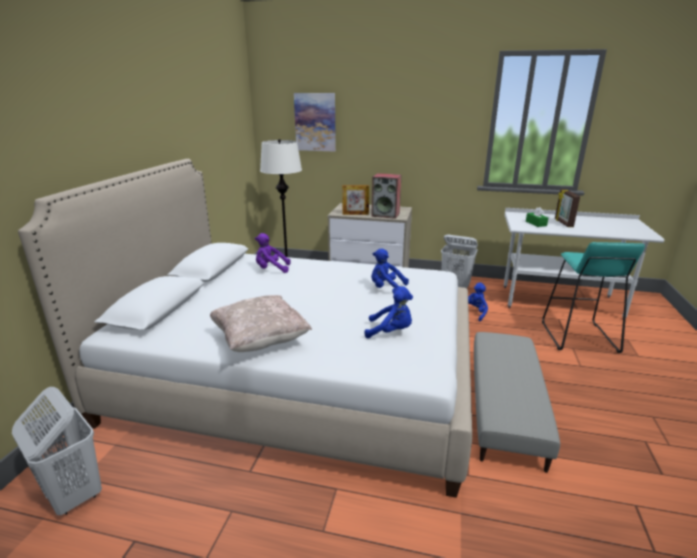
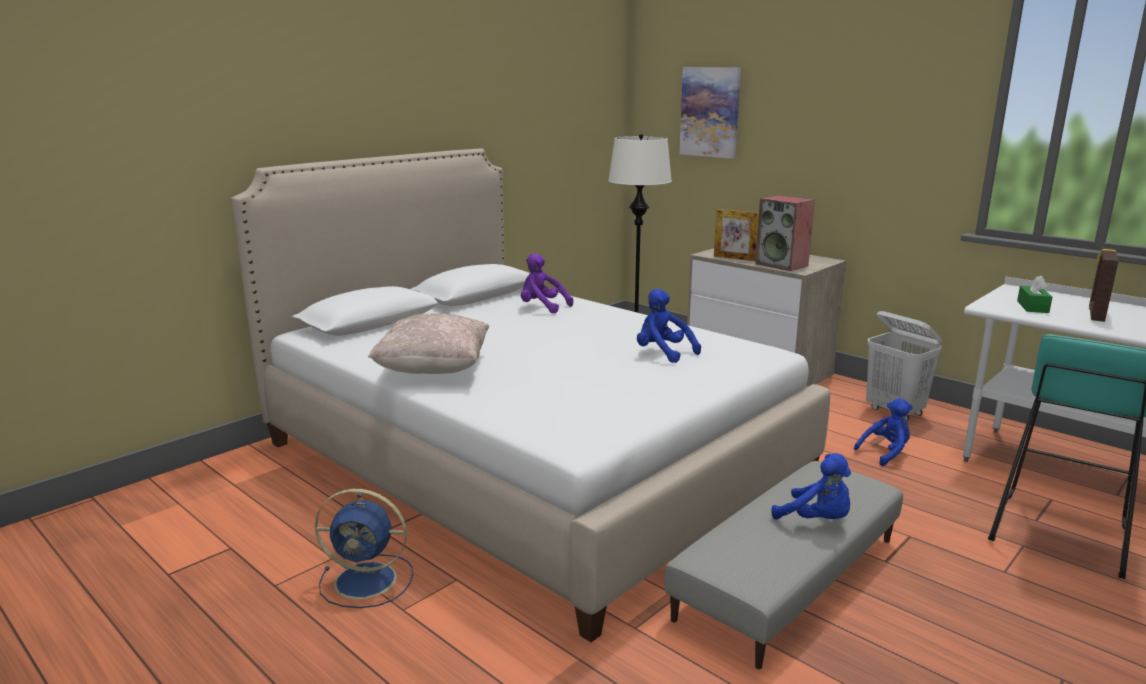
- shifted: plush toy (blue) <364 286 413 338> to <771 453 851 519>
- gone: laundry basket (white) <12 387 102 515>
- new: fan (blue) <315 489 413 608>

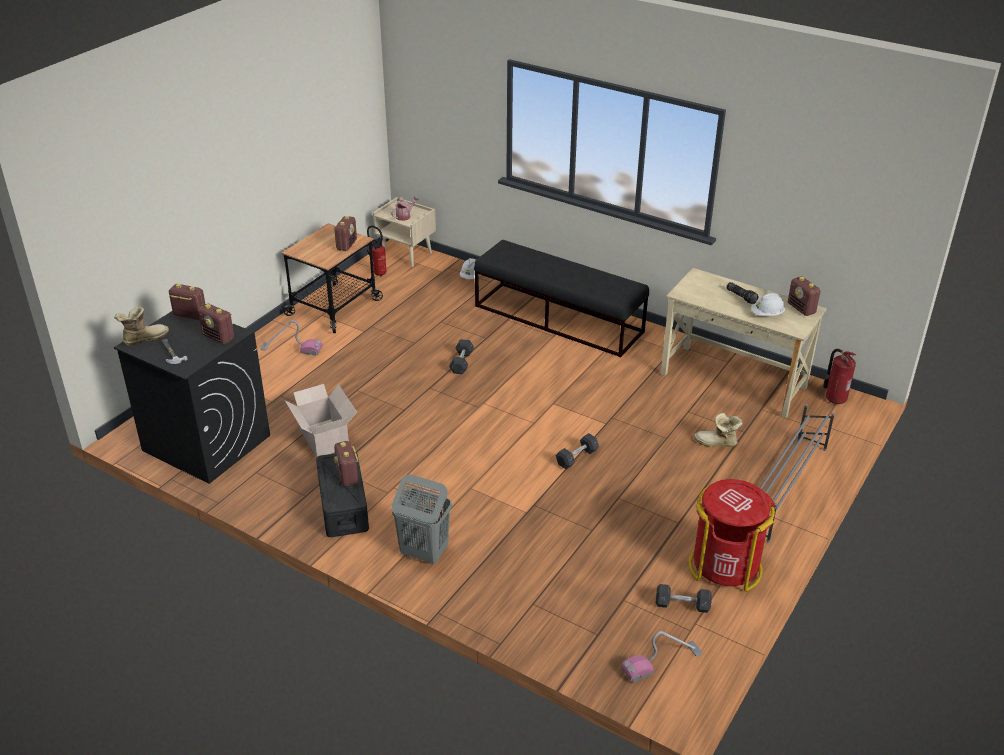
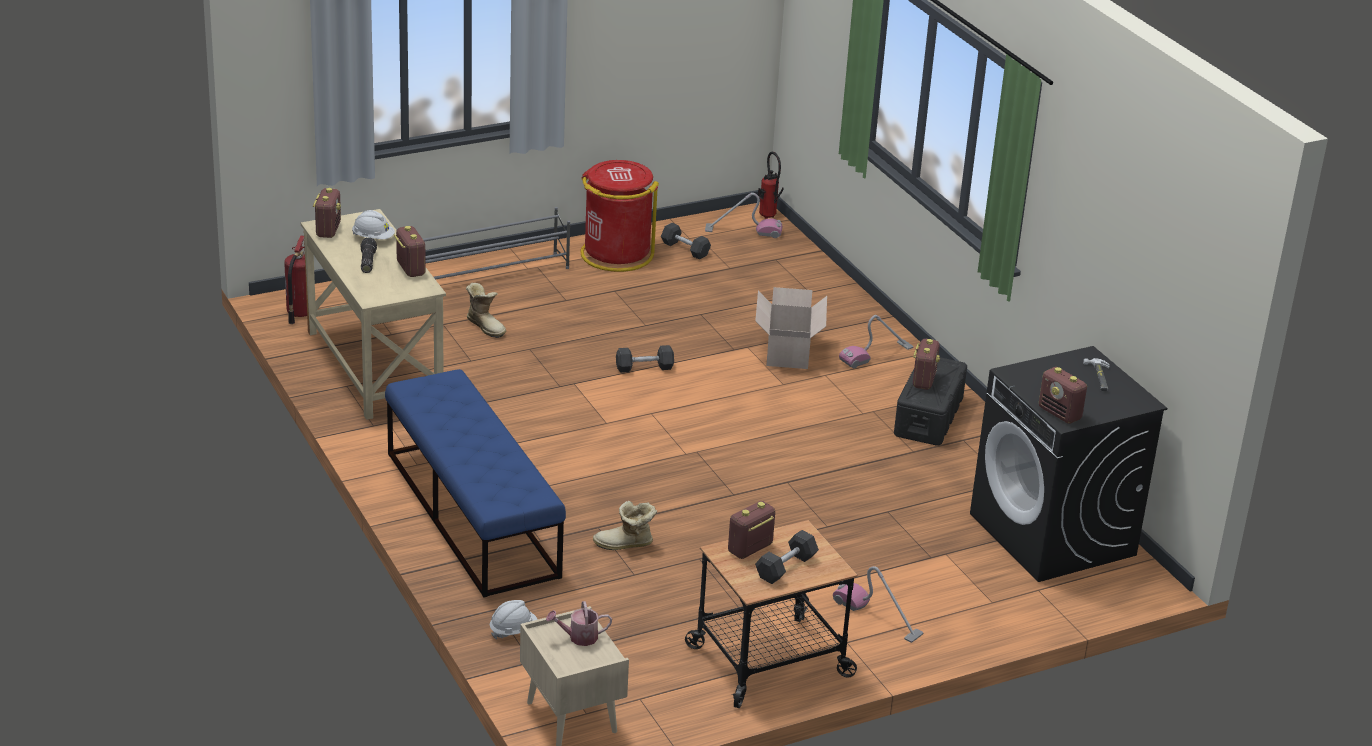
- shifted: fire extinguisher <367 225 386 277> to <758 151 784 219>
- repainted: bench (black) <474 240 649 358> to bench (blue) <385 369 566 598>
- shifted: radio <198 304 234 344> to <394 226 426 277>
- shifted: boot <114 307 169 345> to <593 501 657 550>
- shifted: dumbbell (grey) <449 339 474 374> to <755 530 819 584>
- shifted: cardboard box <285 384 357 457> to <755 287 827 369>
- swapped: laundry basket (grey) <392 475 452 564> to vacuum cleaner <839 315 913 368>

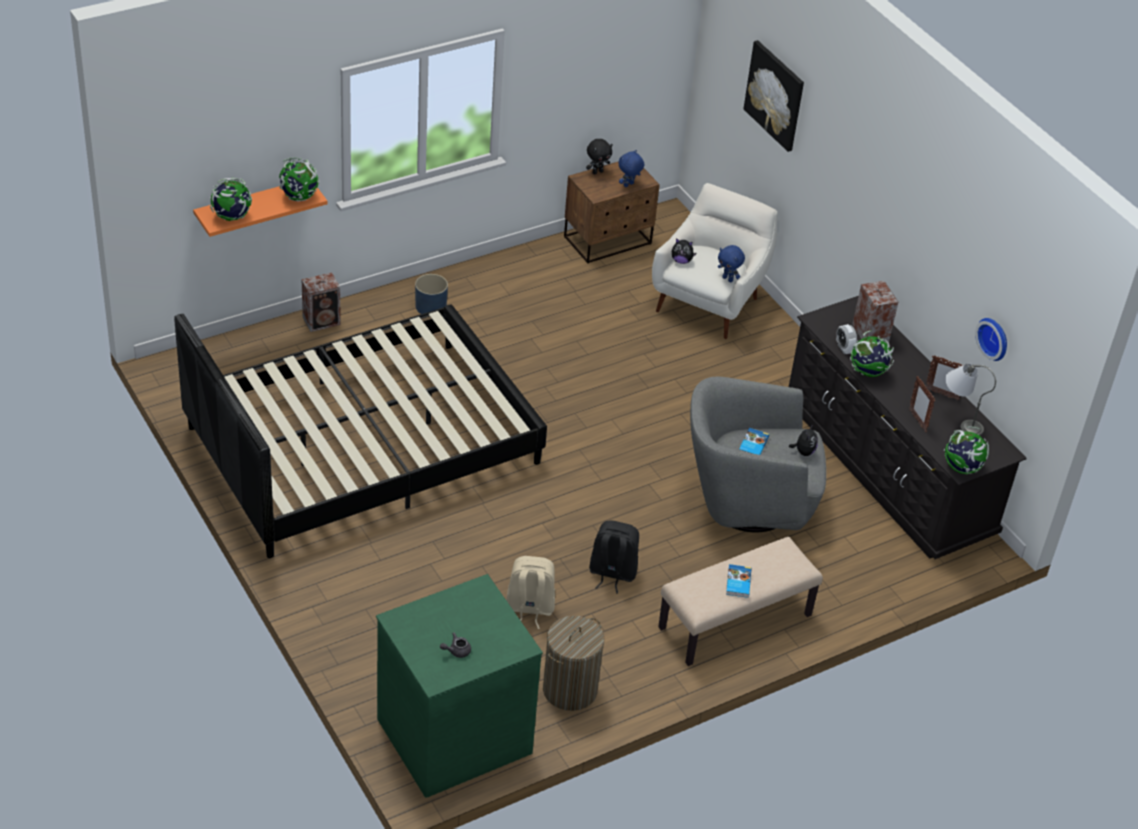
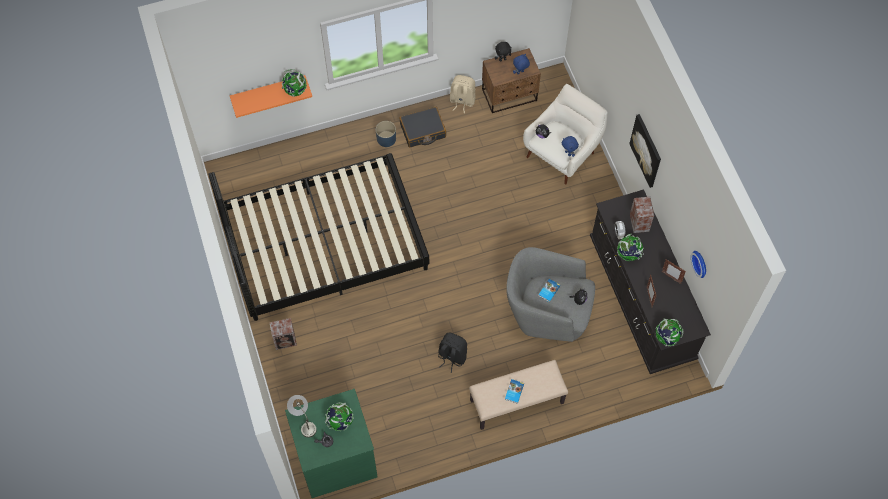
- shifted: picture <744 40 804 152> to <629 114 661 188>
- shifted: globe <210 177 252 221> to <325 402 354 431>
- shifted: speaker <302 272 341 332> to <270 318 297 350>
- shifted: table lamp (grey) <945 364 996 437> to <287 395 317 438>
- shifted: backpack (beige) <506 556 555 629> to <450 75 475 113>
- gone: laundry basket <543 616 604 711>
- new: suitcase (black) <399 107 446 148>

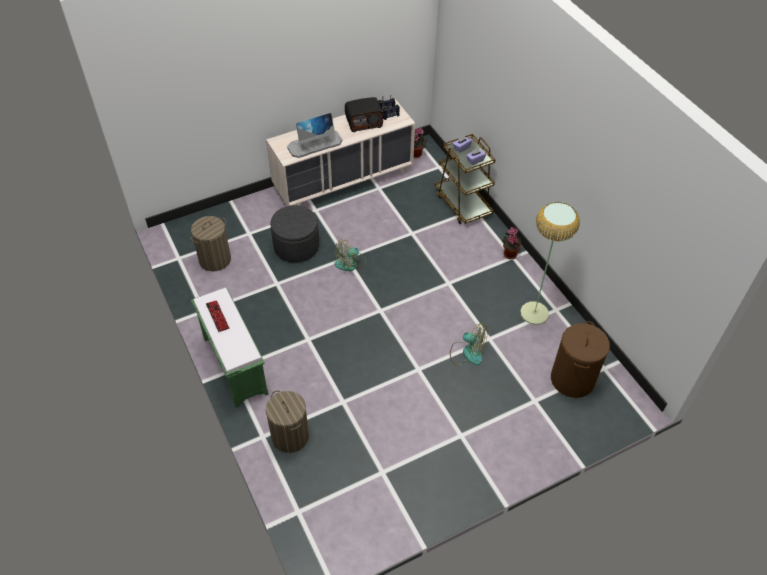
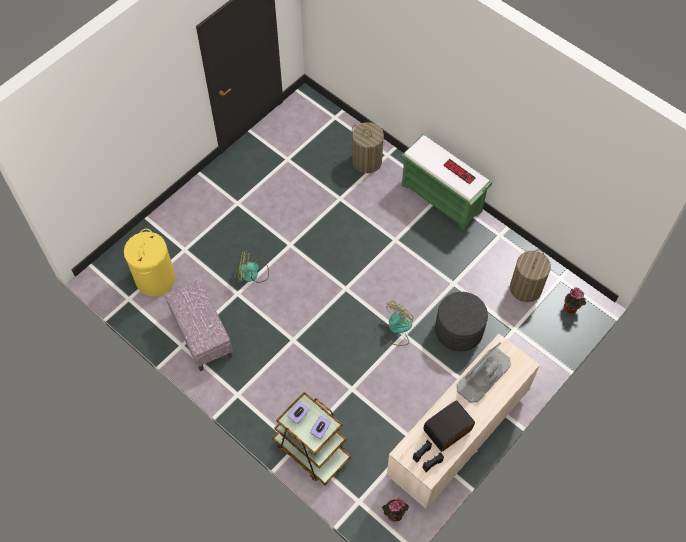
- swapped: floor lamp <520 202 580 325> to ottoman <165 280 233 371>
- shifted: potted plant <502 227 521 259> to <564 287 586 314>
- repainted: laundry basket (brown) <551 321 610 398> to laundry basket (yellow) <124 229 175 296>

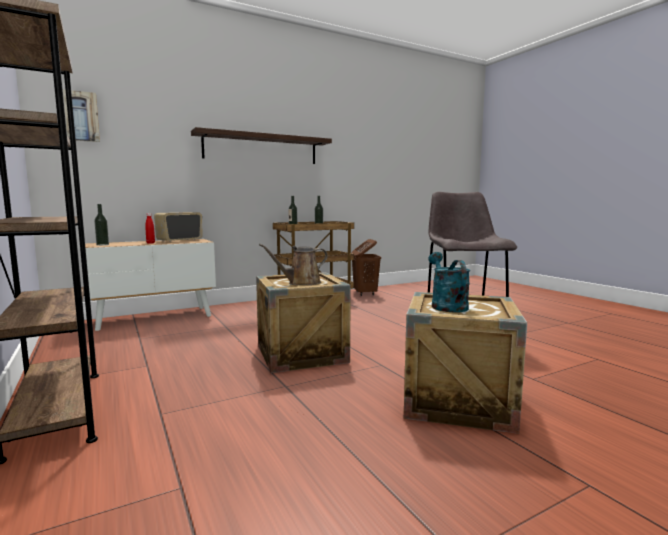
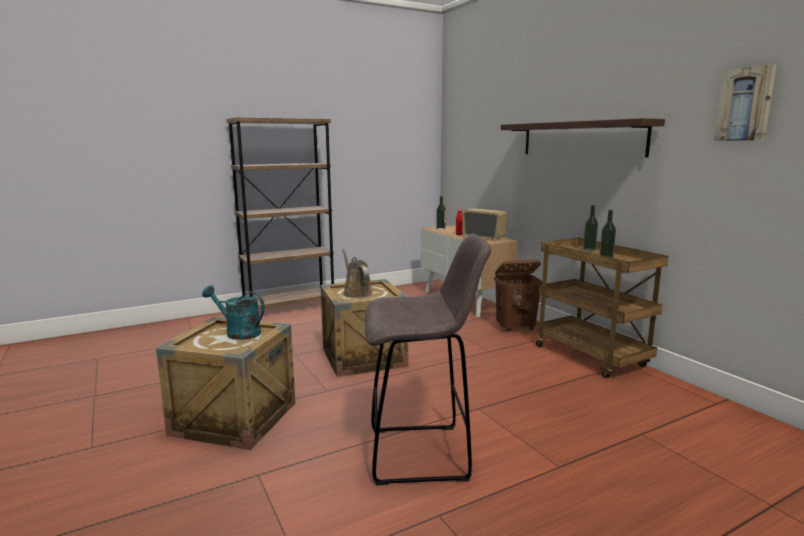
- shifted: picture <63 89 100 142> to <714 65 777 141>
- shifted: laundry basket (brown) <351 239 381 296> to <494 260 542 332>
- rotated: watering can (turquoise) <428 252 470 313> = <202 285 265 340> 150 degrees counterclockwise

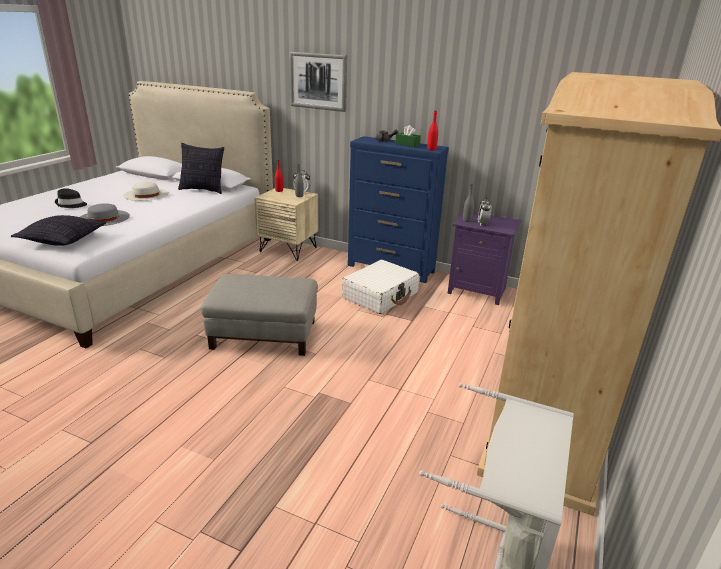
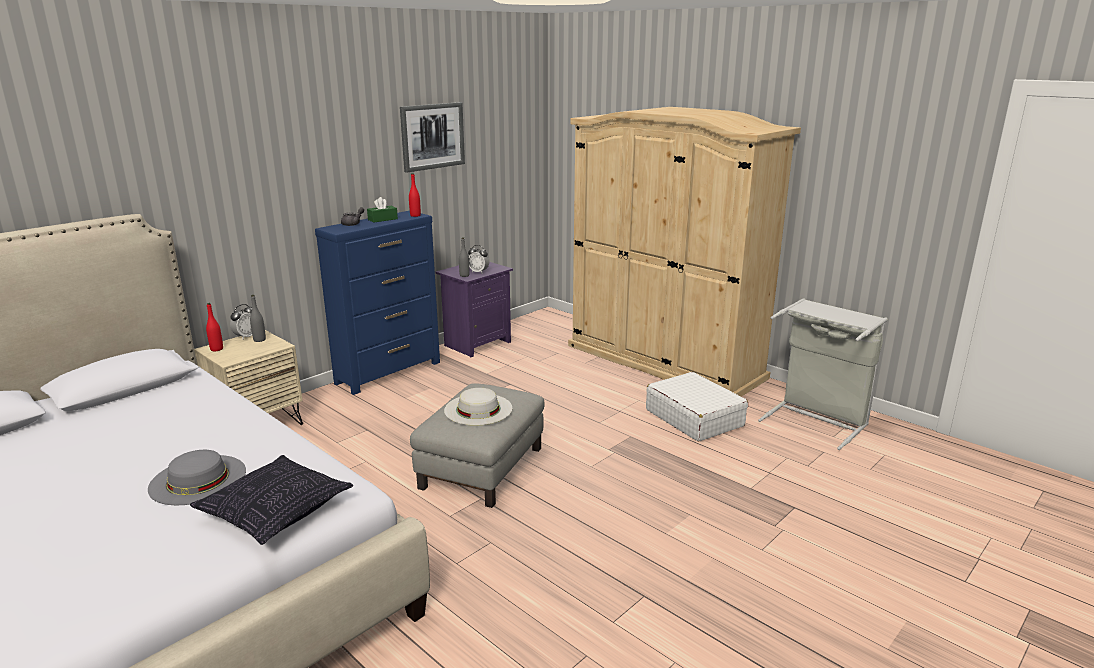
- shifted: picture <289 52 347 112> to <400 102 465 173>
- gone: pillow <178 143 224 194>
- shifted: hat (white) <123 182 169 201> to <444 388 512 426>
- gone: hat (black) <55 188 87 208>
- shifted: suitcase (white) <342 260 419 314> to <646 372 748 441>

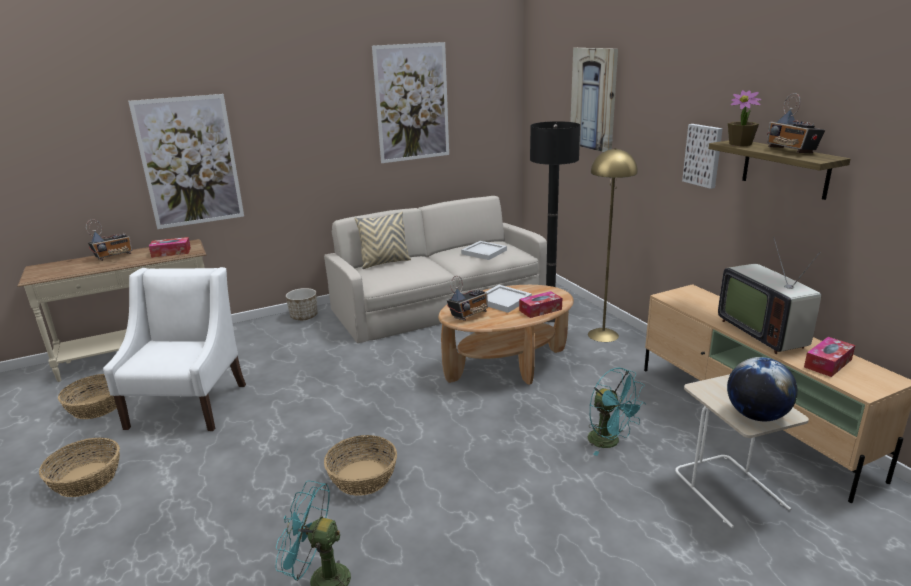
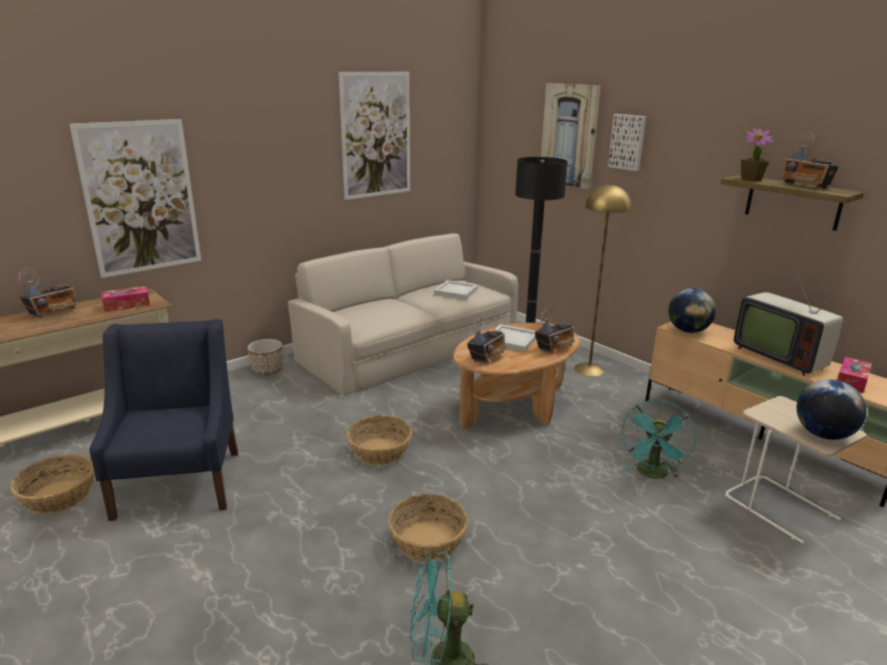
- shifted: picture <682 124 723 189> to <608 114 646 171>
- gone: pillow (beige) <355 211 411 269>
- repainted: armchair (white) <103 267 246 431> to armchair (blue) <89 319 238 521>
- swapped: tissue box <519 291 562 318> to radio <535 307 575 353>
- rotated: fan (turquoise) <588 368 646 456> = <621 400 696 479> 75 degrees clockwise
- shifted: basket <39 438 120 497> to <347 416 412 465>
- new: globe <668 288 716 333>

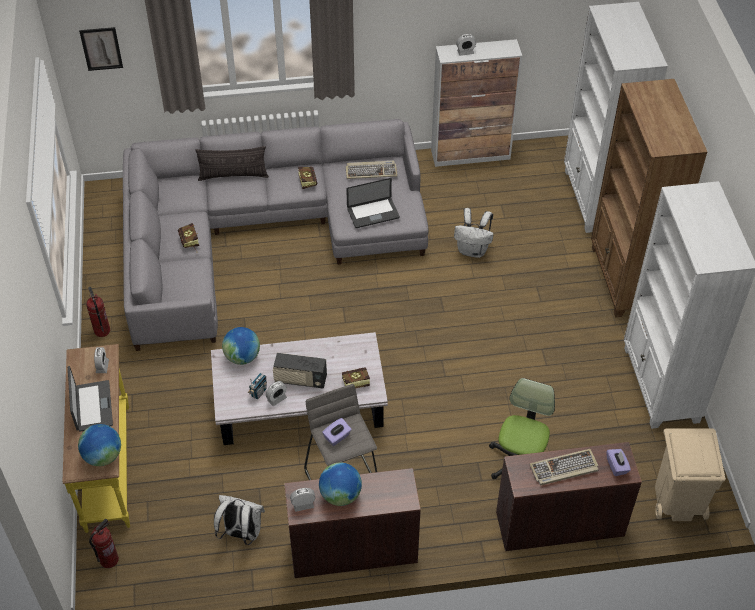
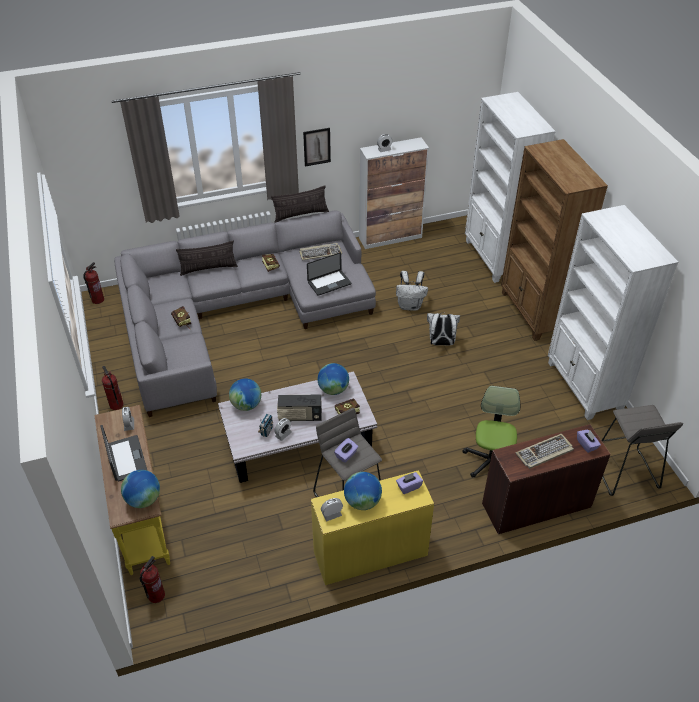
- shifted: picture <79 27 123 71> to <303 128 331 166>
- swapped: trash can (beige) <655 429 726 521> to stool (grey) <601 405 683 496>
- repainted: desk (brown) <284 468 421 578> to desk (yellow) <311 470 434 585>
- shifted: backpack (white) <214 495 265 545> to <427 312 460 345>
- new: pillow <271 185 329 223>
- new: fire extinguisher <83 262 104 304>
- new: globe <318 363 349 395>
- new: tissue box (purple) <396 472 423 494>

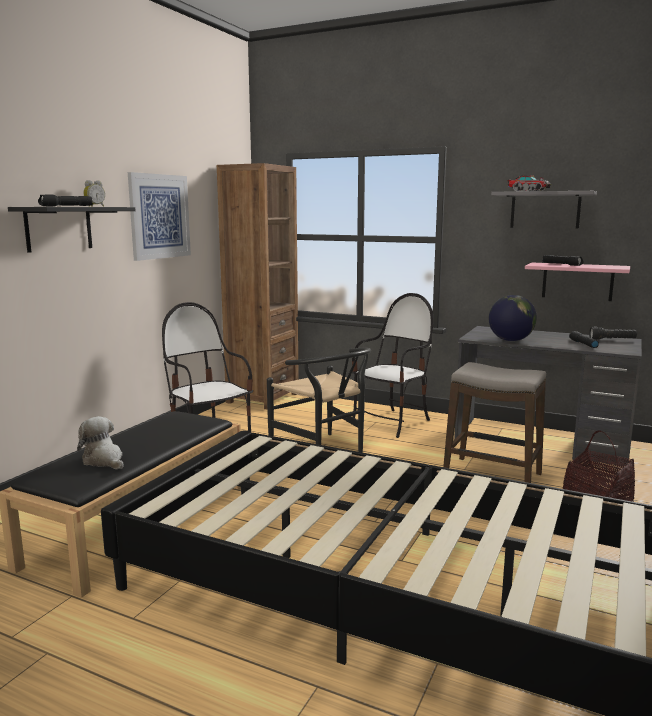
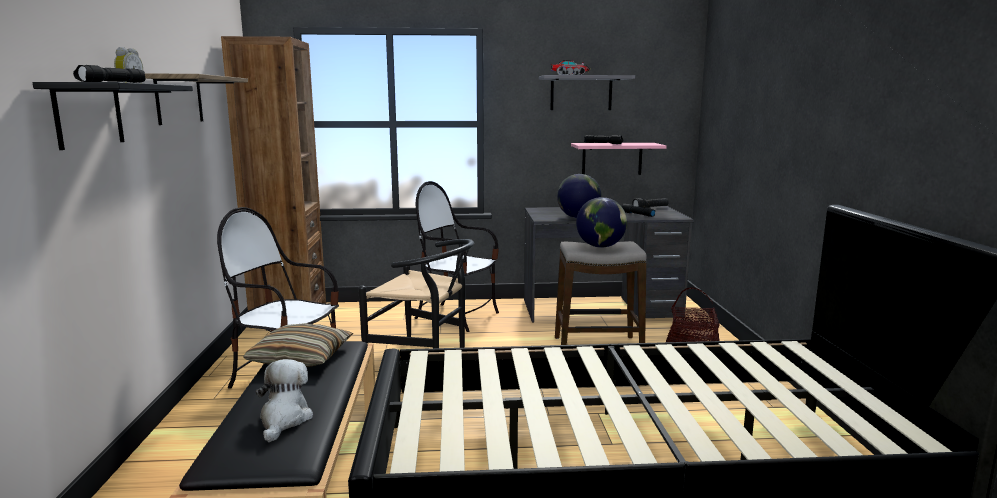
- swapped: picture <128 172 191 261> to shelf <145 74 248 125>
- rotated: chair <352 293 433 438> = <415 181 499 332> 75 degrees counterclockwise
- rotated: plush toy <77 416 123 469> = <256 359 313 442> 75 degrees clockwise
- new: globe <576 197 627 248>
- new: pillow <243 323 354 367>

